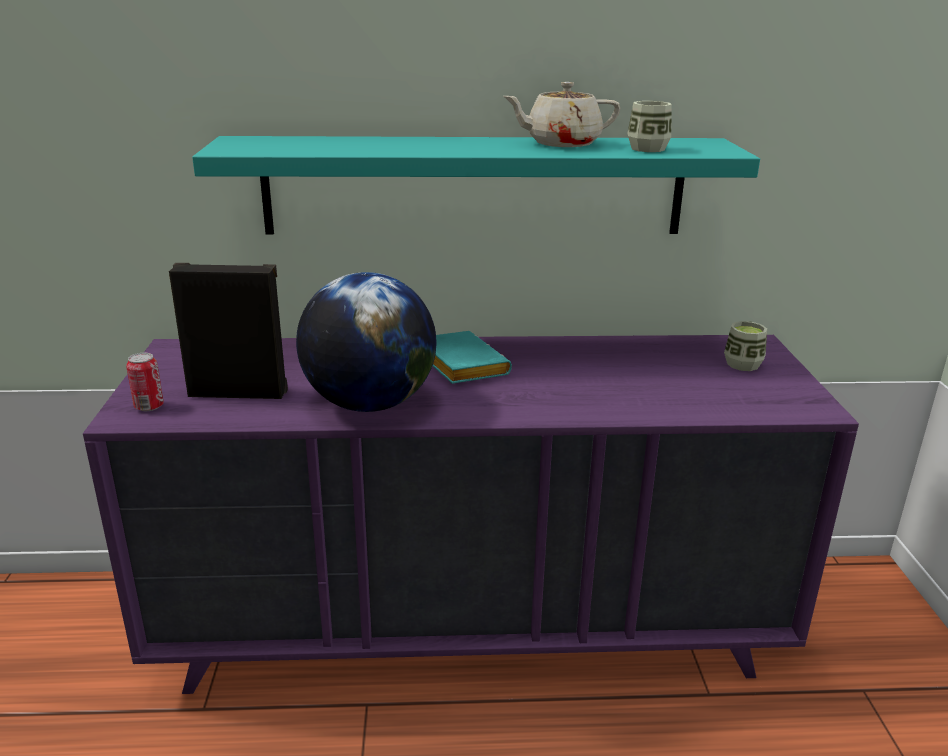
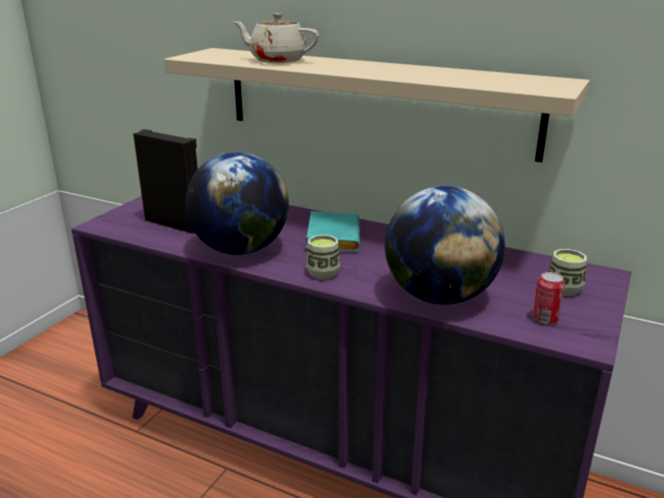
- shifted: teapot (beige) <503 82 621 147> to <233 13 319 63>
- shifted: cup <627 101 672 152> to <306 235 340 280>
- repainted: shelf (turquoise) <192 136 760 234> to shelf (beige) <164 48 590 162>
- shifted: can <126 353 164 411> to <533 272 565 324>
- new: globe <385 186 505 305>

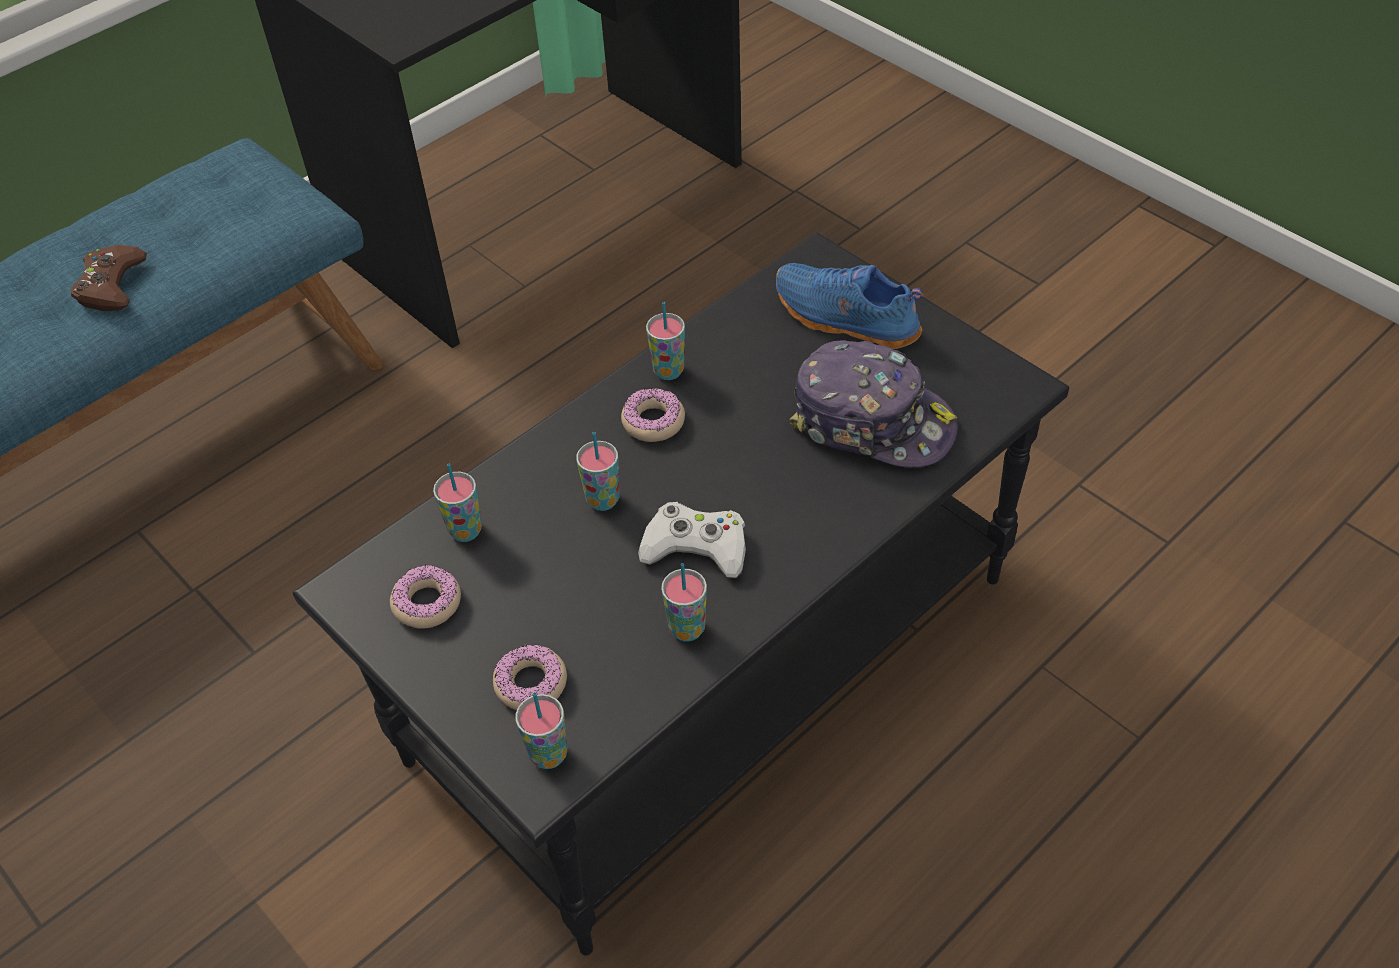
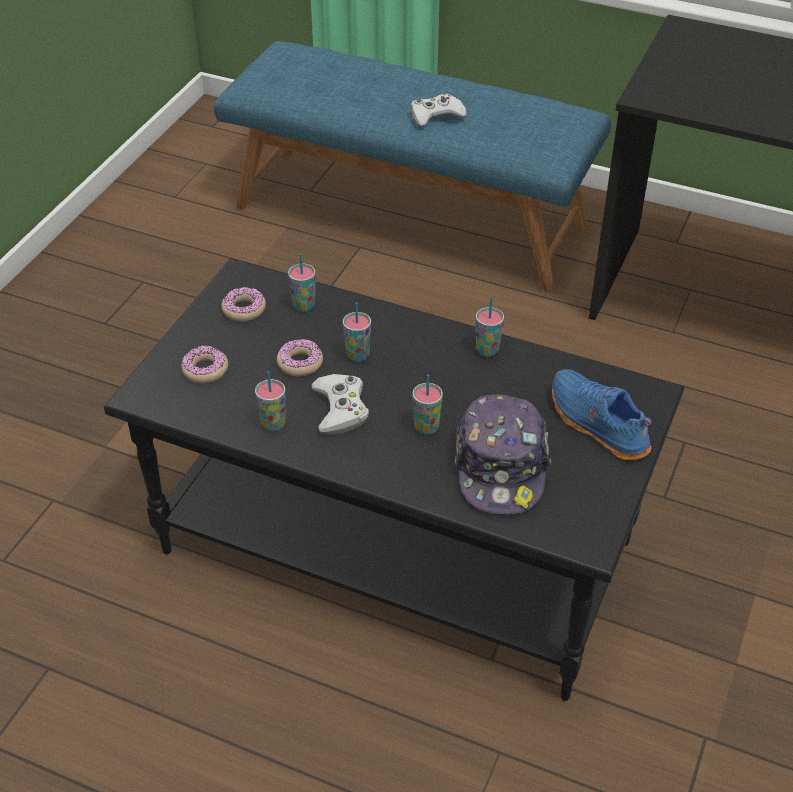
- repainted: game controller (brown) <71 245 147 311> to game controller (white) <411 94 467 126>
- rotated: shoe (blue) <776 263 923 349> = <552 369 652 460> 45 degrees counterclockwise
- shifted: donut <621 388 685 442> to <277 339 323 377>
- shifted: cup <516 692 567 769> to <412 375 443 435>

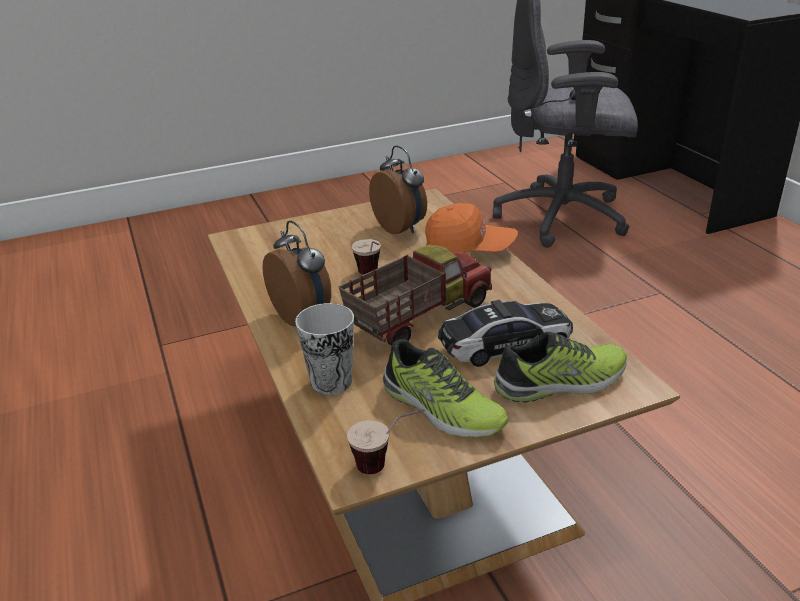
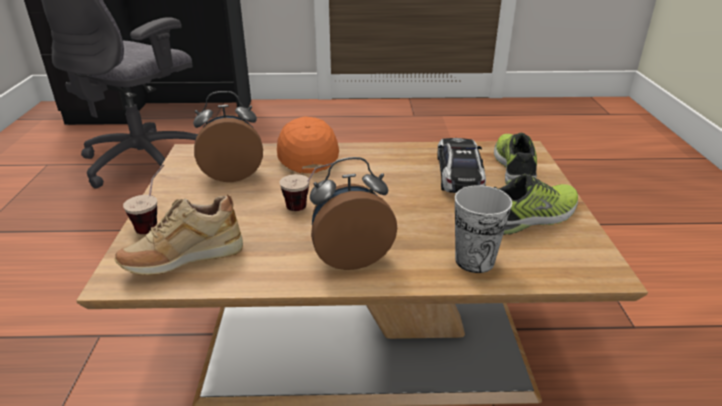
- rotated: cap (orange) <425 203 518 253> = <277 116 339 173> 45 degrees counterclockwise
- gone: toy truck <338 245 492 346>
- shifted: cup <347 409 425 474> to <123 165 164 234>
- new: shoe (beige) <114 194 243 275>

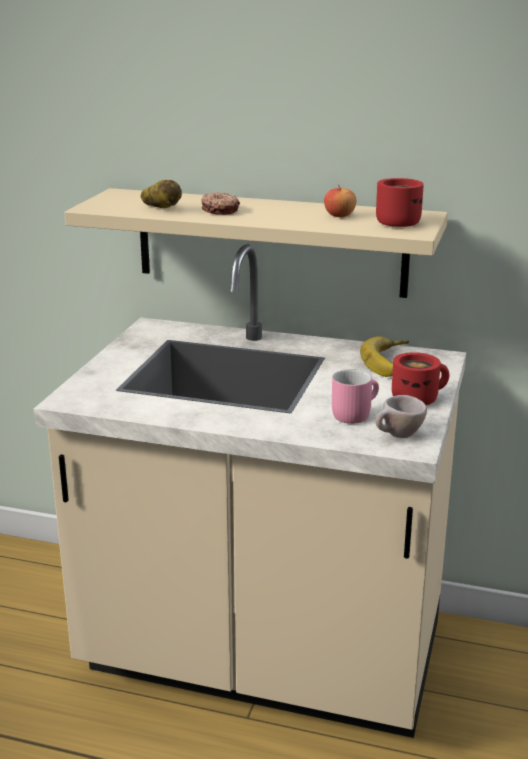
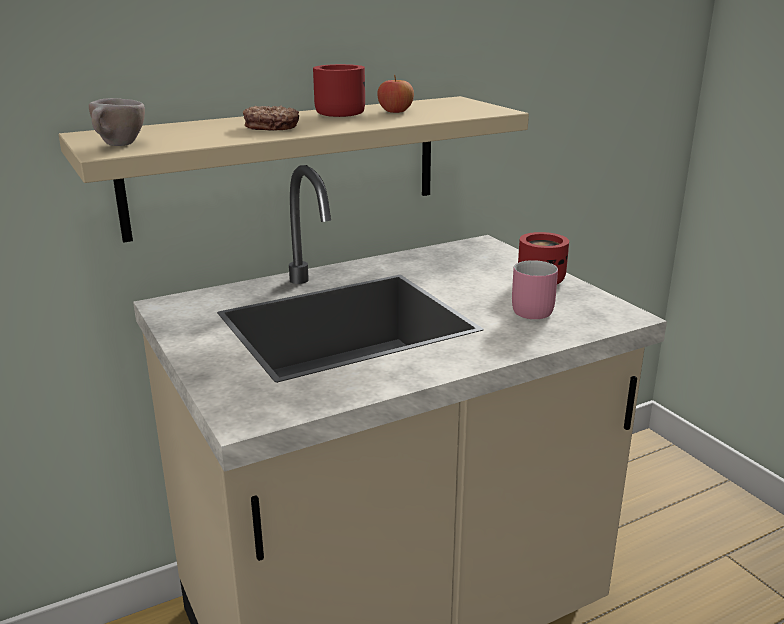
- shifted: mug (red) <376 178 424 227> to <313 64 365 117>
- gone: potato <141 180 182 208>
- gone: banana <360 336 409 377>
- shifted: cup (beige) <376 395 427 438> to <89 98 145 146>

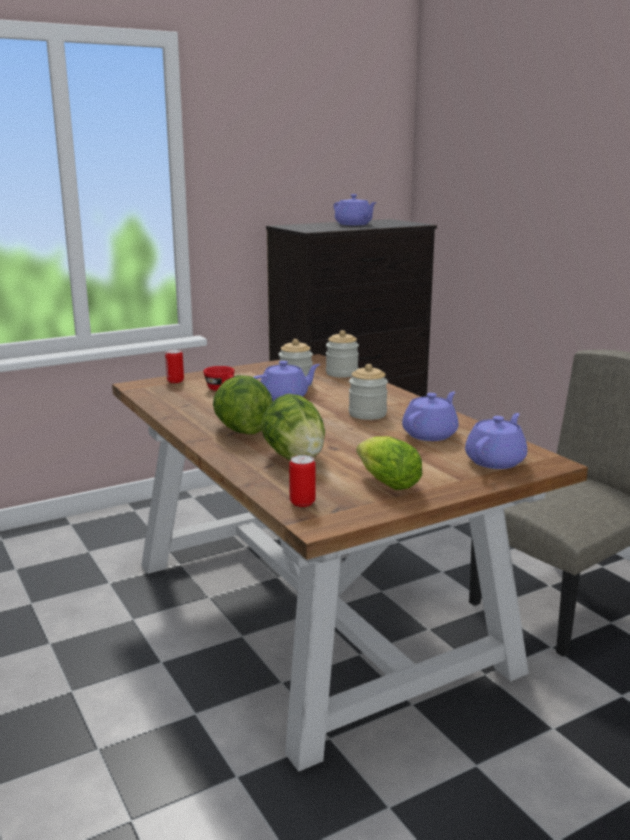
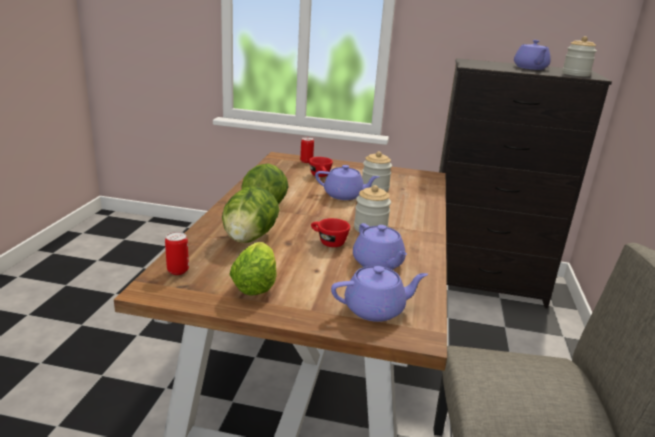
- shifted: jar <326 330 359 378> to <562 36 597 77>
- rotated: teapot (purple) <402 391 459 441> = <353 223 407 270> 75 degrees clockwise
- new: cup (red) <311 218 350 247>

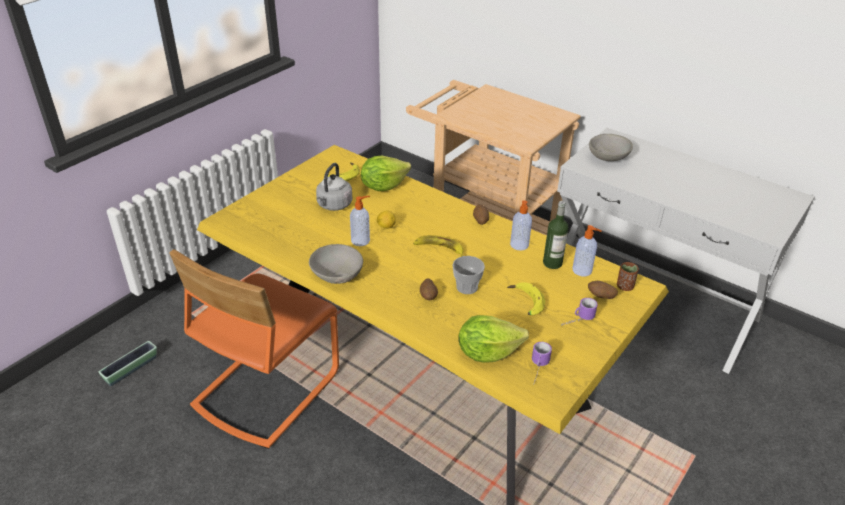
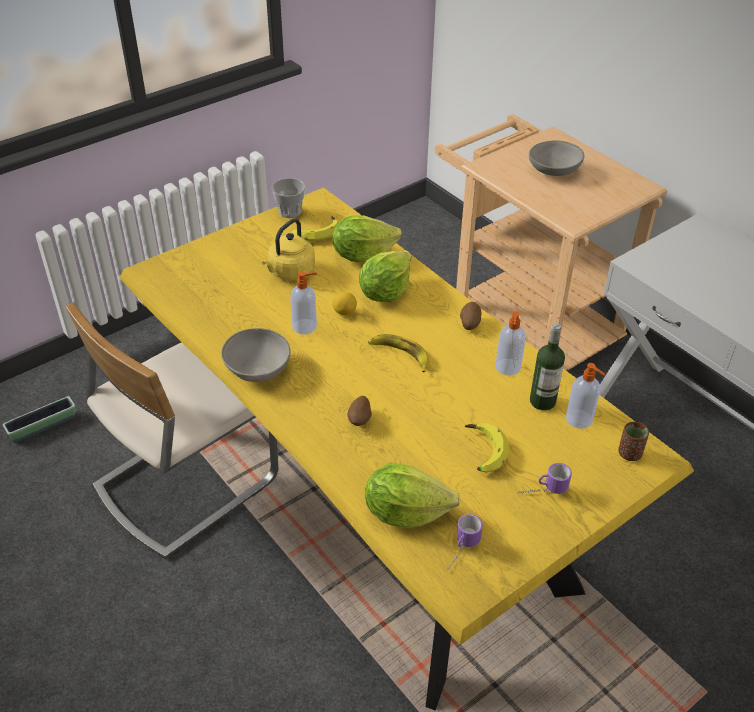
- shifted: bowl (grey) <589 134 633 161> to <529 140 584 176>
- repainted: kettle (grey) <316 163 353 211> to kettle (yellow) <262 219 315 280>
- repainted: chair (orange) <169 249 339 449> to chair (beige) <66 303 278 559>
- shifted: cup <452 256 485 294> to <272 178 305 218>
- gone: potato <588 281 618 299>
- new: lettuce <359 251 412 302>

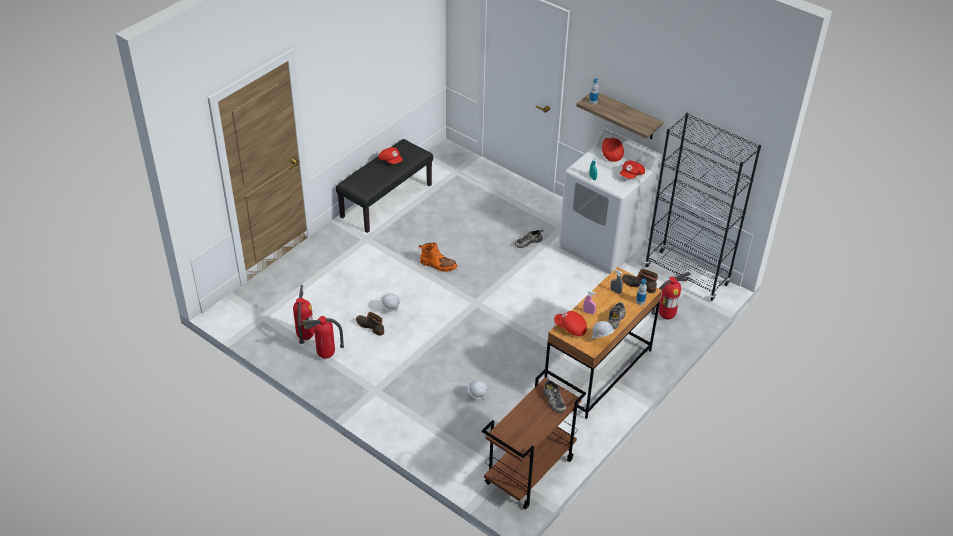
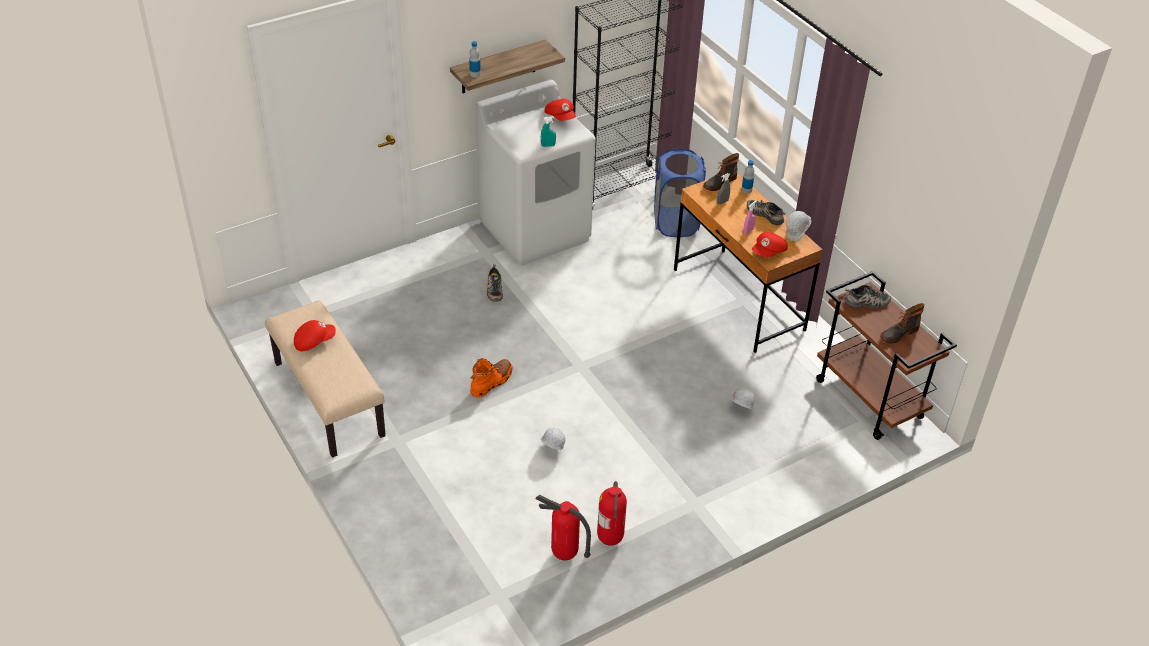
- gone: cap (red) <602 138 624 162>
- repainted: bench (black) <336 139 433 233> to bench (beige) <265 300 386 458>
- swapped: fire extinguisher <651 272 691 320> to laundry basket (blue) <654 149 706 237>
- shifted: boot <356 312 384 336> to <880 303 925 344>

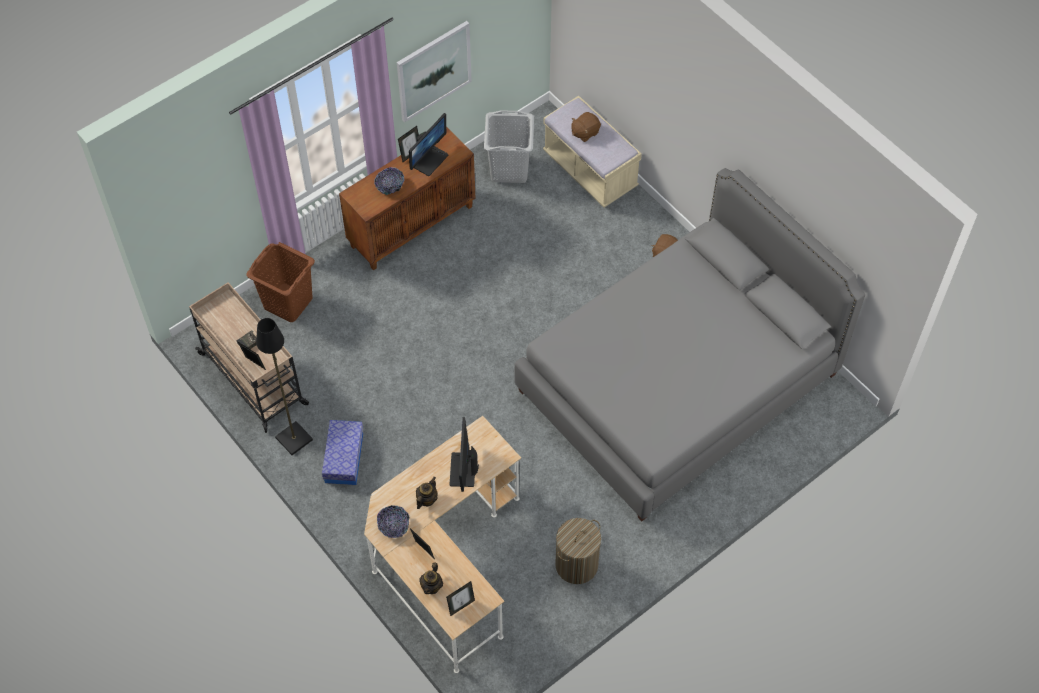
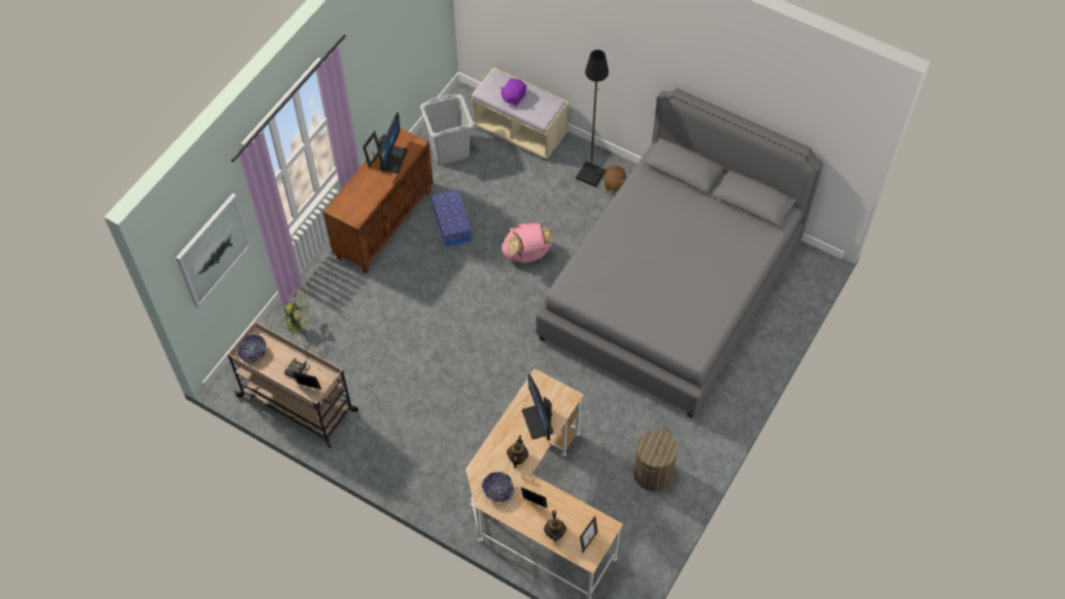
- shifted: picture <397 21 472 122> to <176 193 252 308>
- repainted: plush toy (brown) <571 112 601 142> to plush toy (purple) <500 78 527 106>
- shifted: bowl <374 167 405 195> to <237 334 267 363>
- swapped: laundry basket (brown) <246 242 315 322> to fan (green) <282 289 314 340>
- shifted: floor lamp (black) <256 318 313 455> to <576 50 609 187>
- shifted: storage box <322 420 363 485> to <431 189 472 246>
- new: backpack (pink) <502 221 555 263>

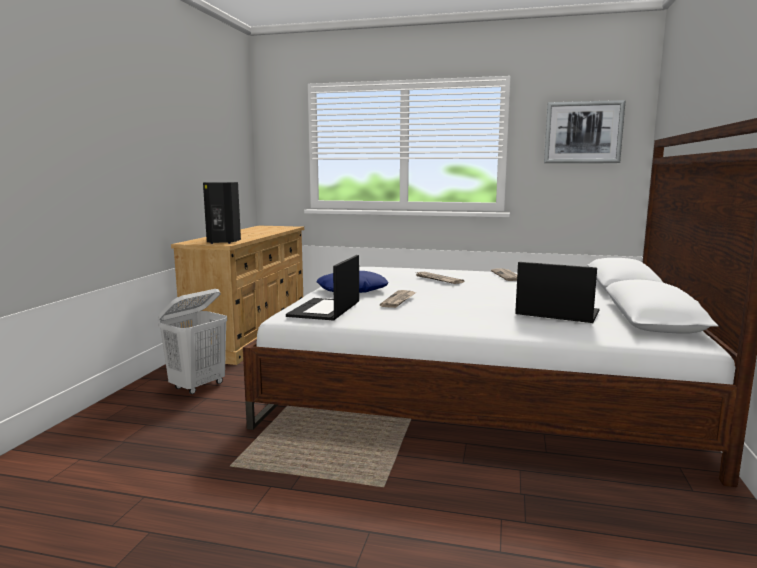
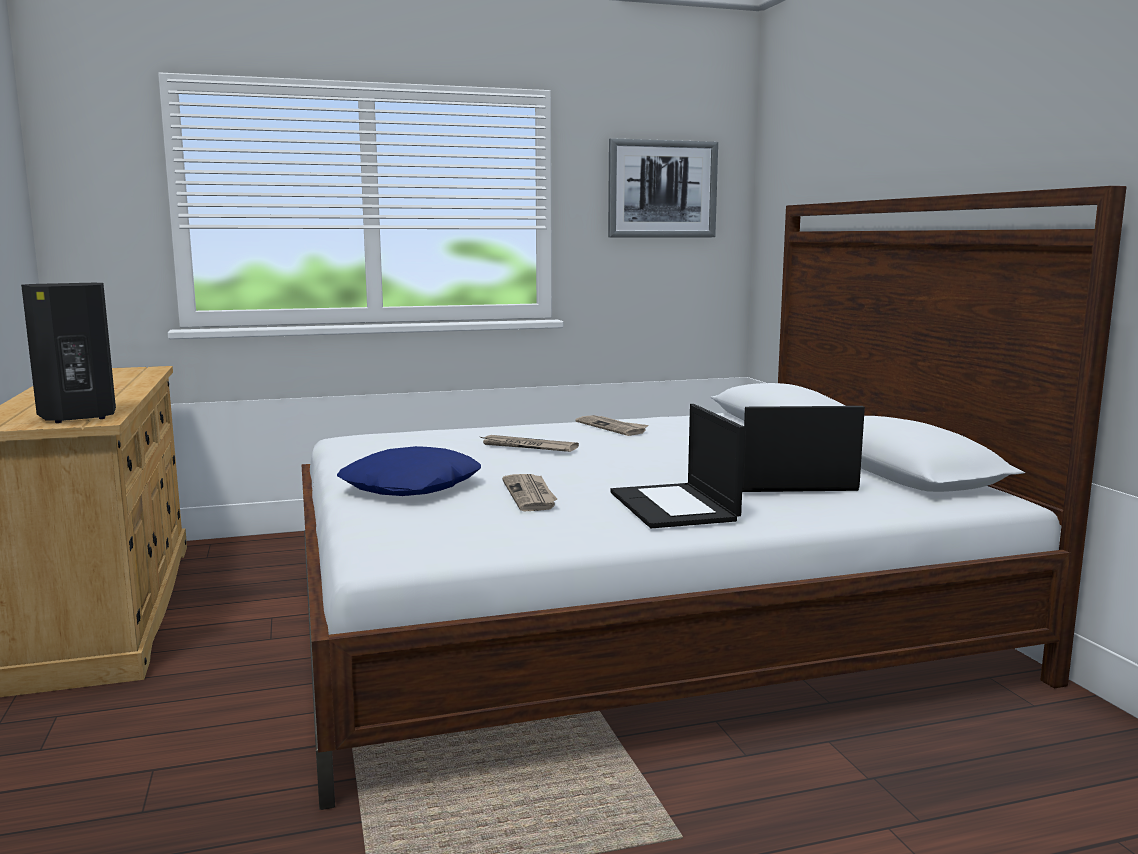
- shifted: laptop <286 255 359 321> to <610 404 745 528>
- gone: laundry basket (white) <158 289 227 394>

